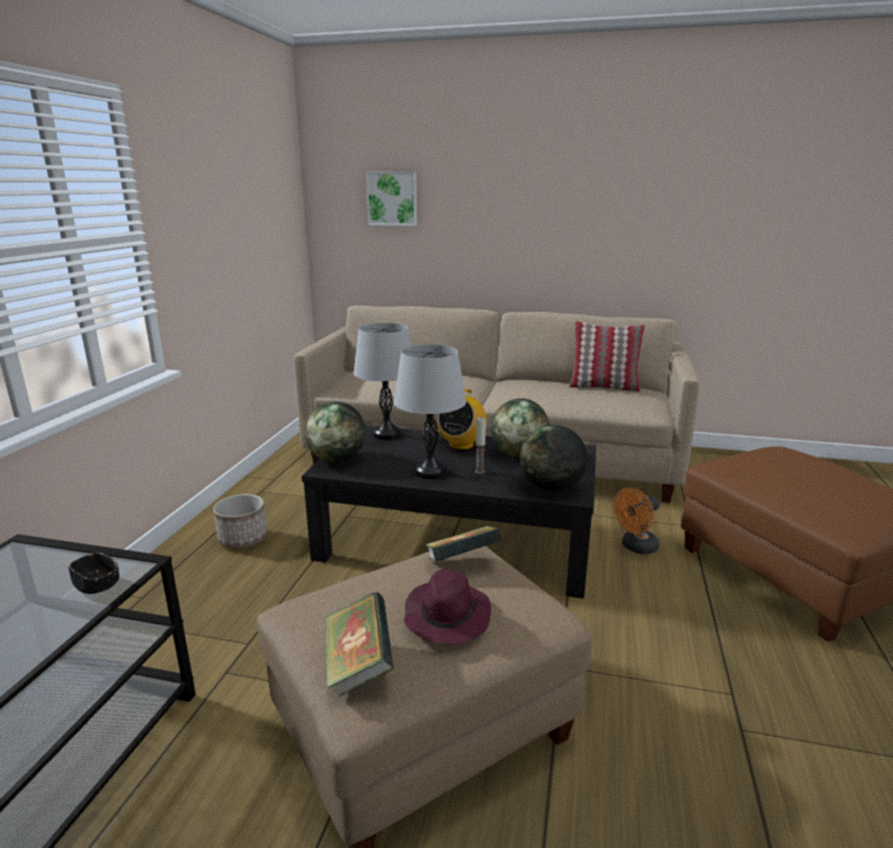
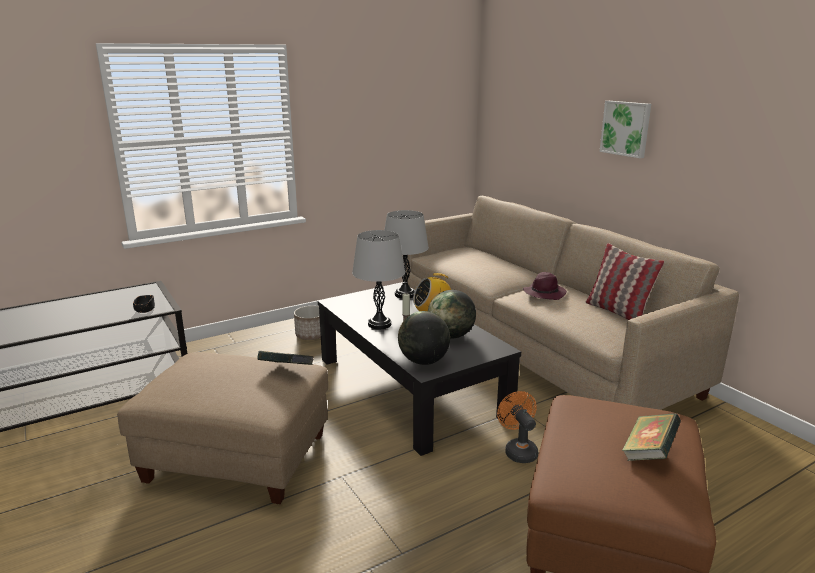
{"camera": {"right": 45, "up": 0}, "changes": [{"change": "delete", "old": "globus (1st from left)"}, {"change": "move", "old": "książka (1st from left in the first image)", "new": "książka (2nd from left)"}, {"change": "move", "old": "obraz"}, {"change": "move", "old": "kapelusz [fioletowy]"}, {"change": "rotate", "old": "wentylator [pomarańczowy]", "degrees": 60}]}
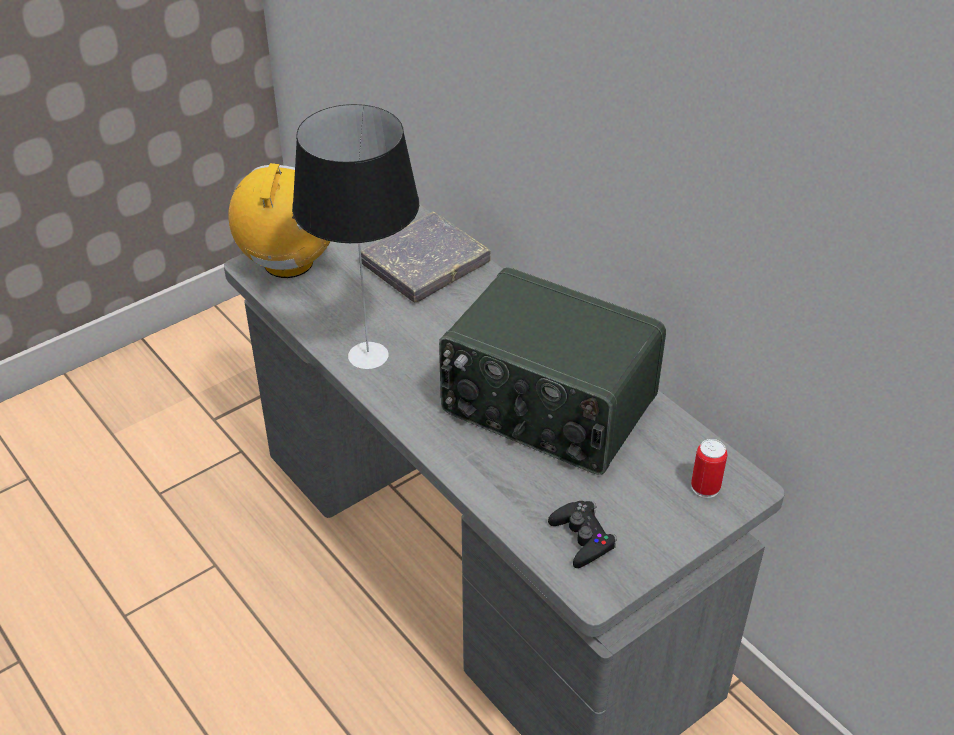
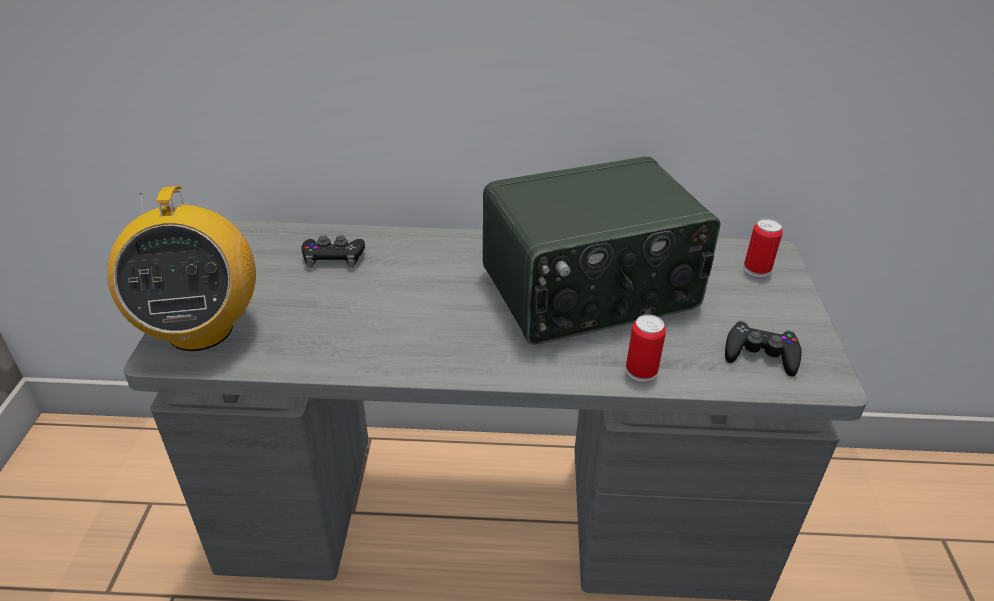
{"camera": {"right": -50, "up": -5}, "changes": [{"change": "delete", "old": "lampa stołowa"}, {"change": "insert", "new": "puszka (1st from left)"}, {"change": "replace", "old": "książka [szary]", "new": "pad do gier [czarny] (1st from left)"}, {"change": "rotate", "old": "radio (1st from left)", "degrees": -150}]}
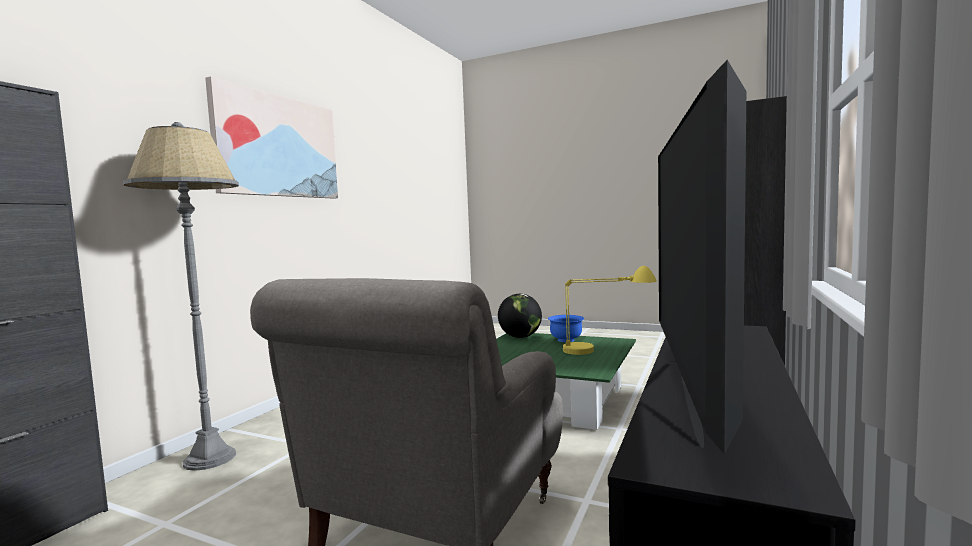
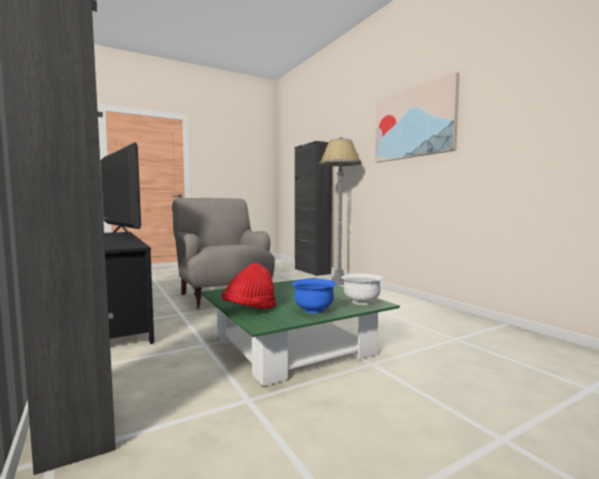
{"camera": {"right": 125, "up": 0}, "changes": [{"change": "replace", "old": "globus", "new": "miska [biały]"}, {"change": "replace", "old": "lampa stołowa [żółty]", "new": "kapelusz [czerwony]"}]}
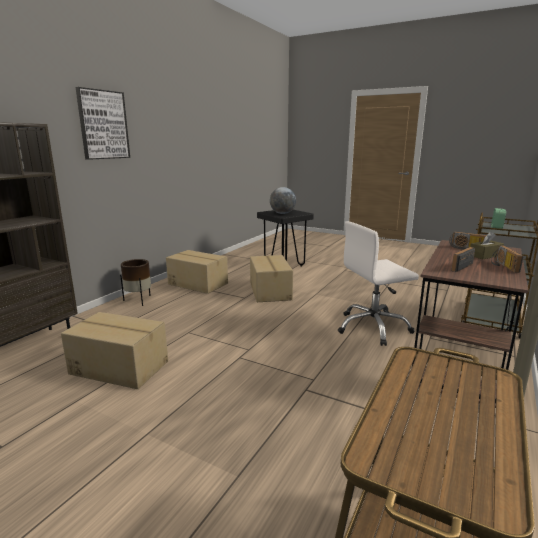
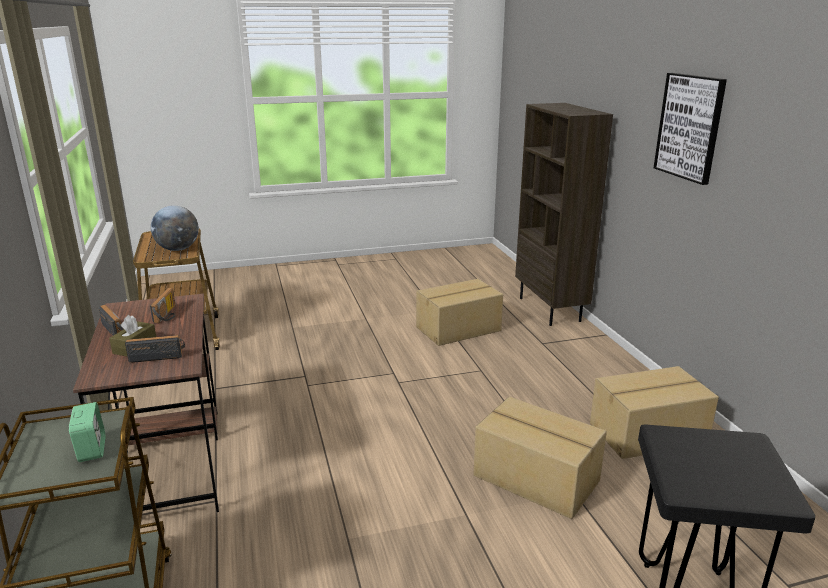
{"camera": {"right": 135, "up": 5}, "changes": [{"change": "delete", "old": "donica [brązowy]"}, {"change": "delete", "old": "krzesło biurowe [biały]"}, {"change": "move", "old": "globus"}]}
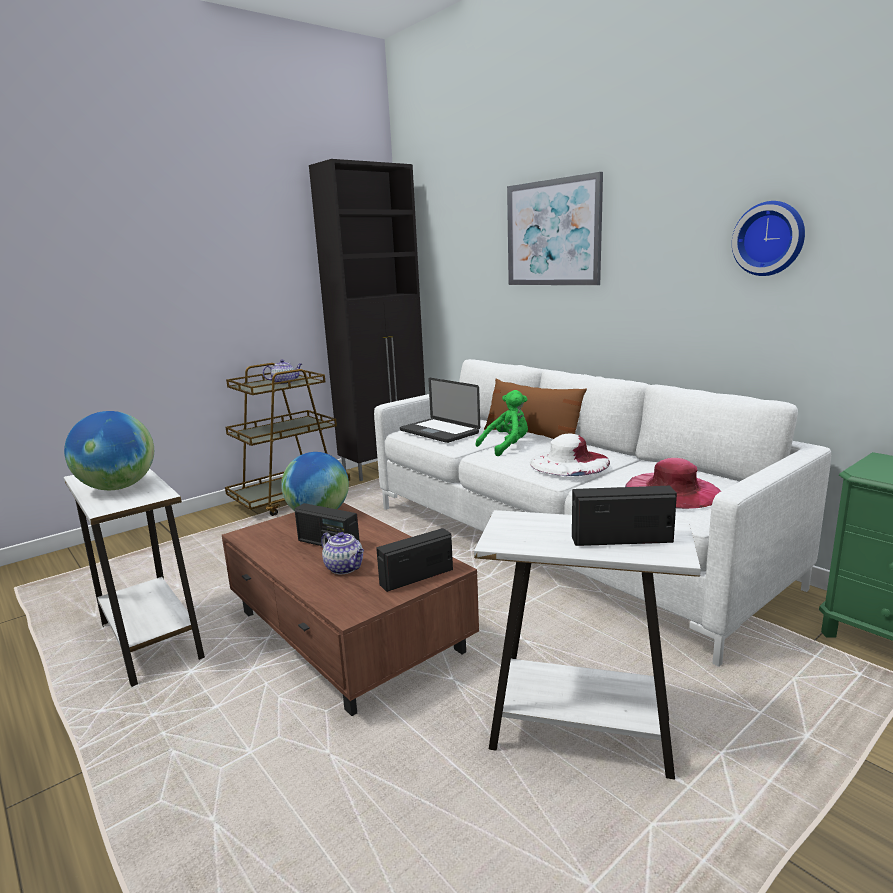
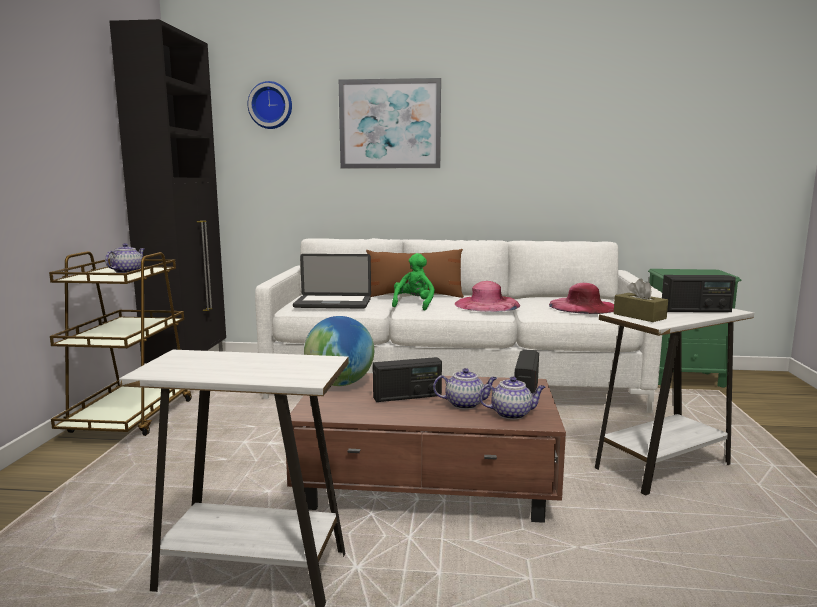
{"camera": {"right": -45, "up": -5}, "changes": [{"change": "delete", "old": "globus (1st from left)"}, {"change": "insert", "new": "imbryk (3rd from left)"}, {"change": "insert", "new": "pudełko chusteczek [brązowy]"}, {"change": "move", "old": "zegar ścienny"}, {"change": "recolor", "old": "kapelusz [biały]", "new": "kapelusz [różowy] (1st from left)"}, {"change": "rotate", "old": "radio (3rd from left)", "degrees": -135}]}
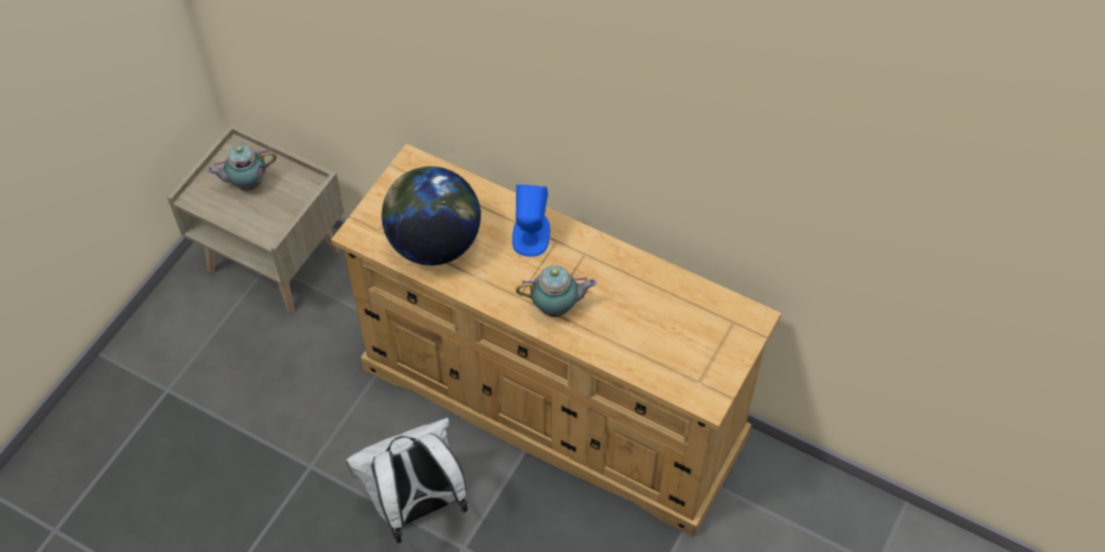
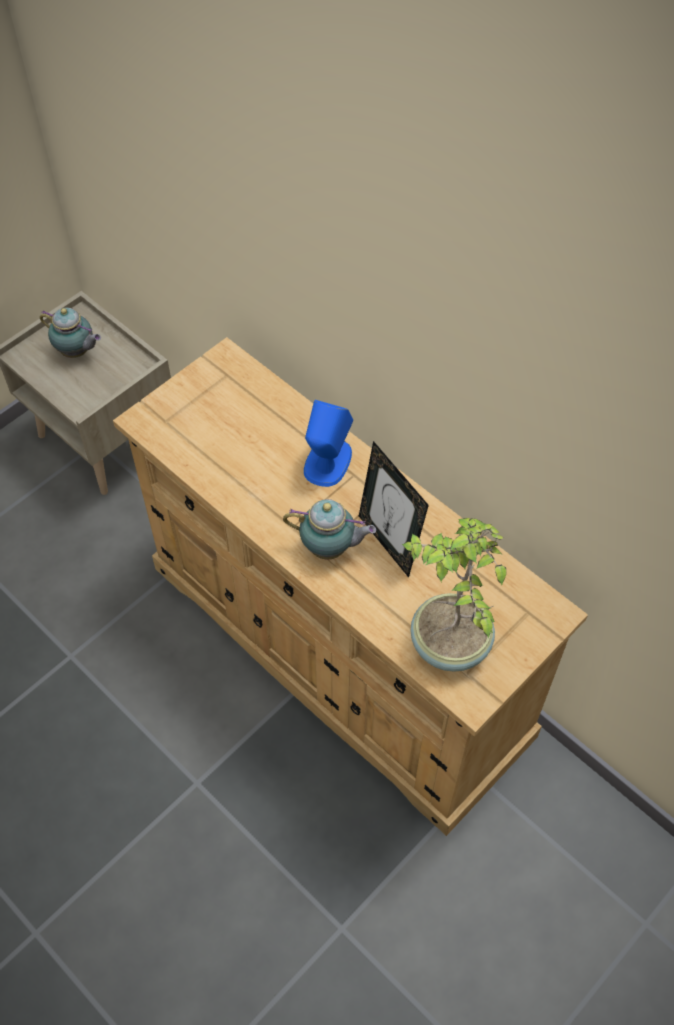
{"camera": {"right": 15, "up": 0}, "changes": [{"change": "delete", "old": "plecak [biały]"}, {"change": "delete", "old": "globus"}, {"change": "insert", "new": "ramka na zdjęcie"}, {"change": "insert", "new": "roślina doniczkowa"}, {"change": "rotate", "old": "imbryk (1st from left)", "degrees": -150}]}
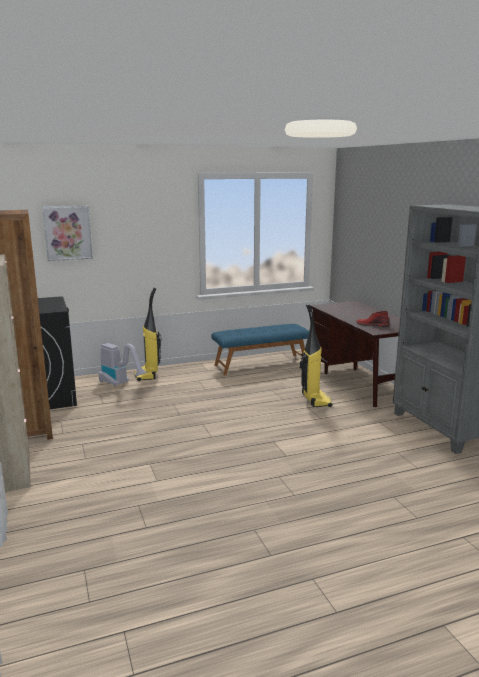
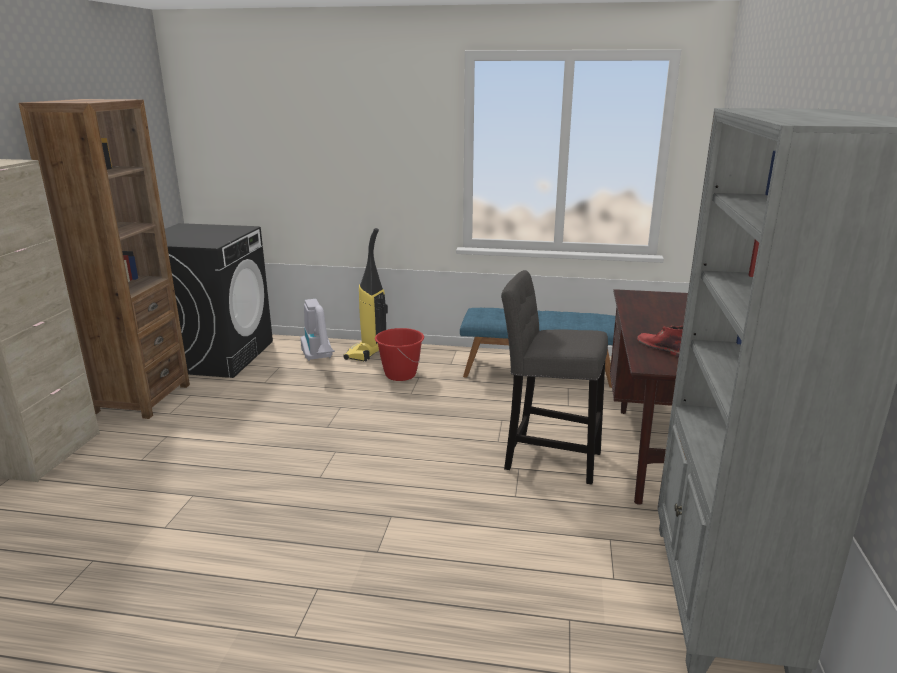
{"camera": {"right": 30, "up": 5}, "changes": [{"change": "delete", "old": "obraz"}, {"change": "insert", "new": "wiadro [czerwony]"}, {"change": "replace", "old": "odkurzacz (3rd from left)", "new": "stołek [szary]"}]}
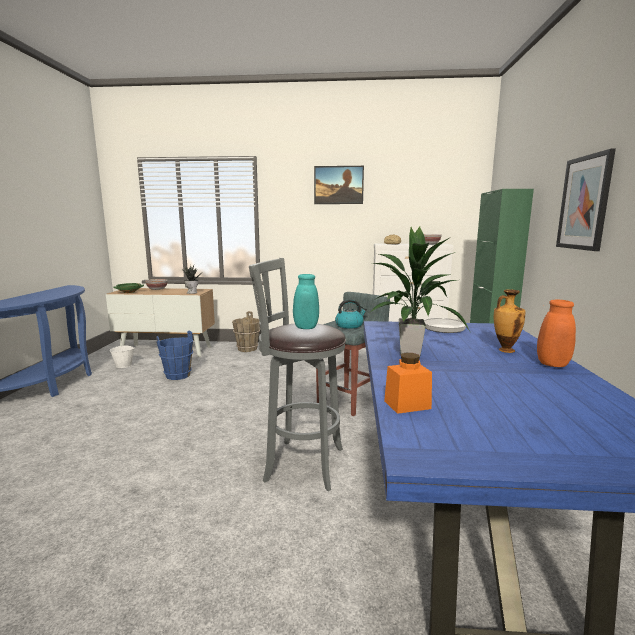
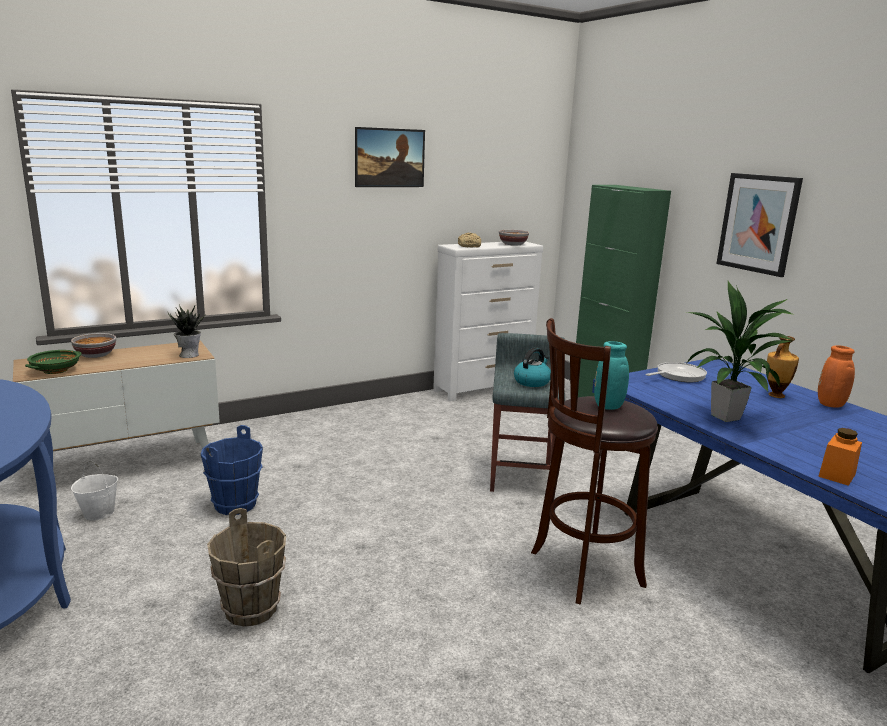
{"camera": {"right": -35, "up": 5}, "changes": [{"change": "move", "old": "wiadro [brązowy]"}, {"change": "recolor", "old": "stołek [szary] (1st from left)", "new": "stołek [brązowy]"}]}
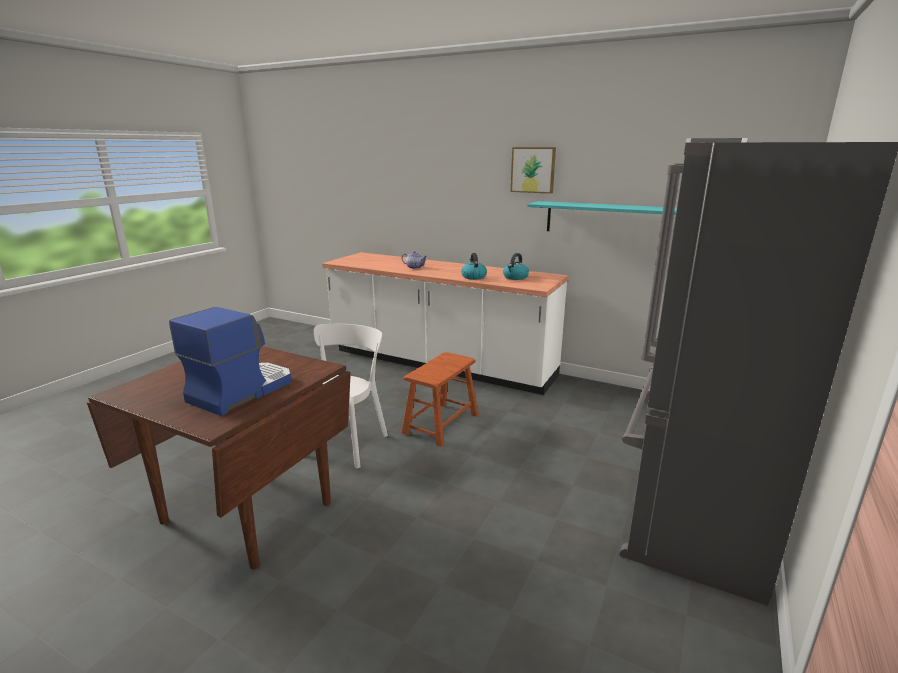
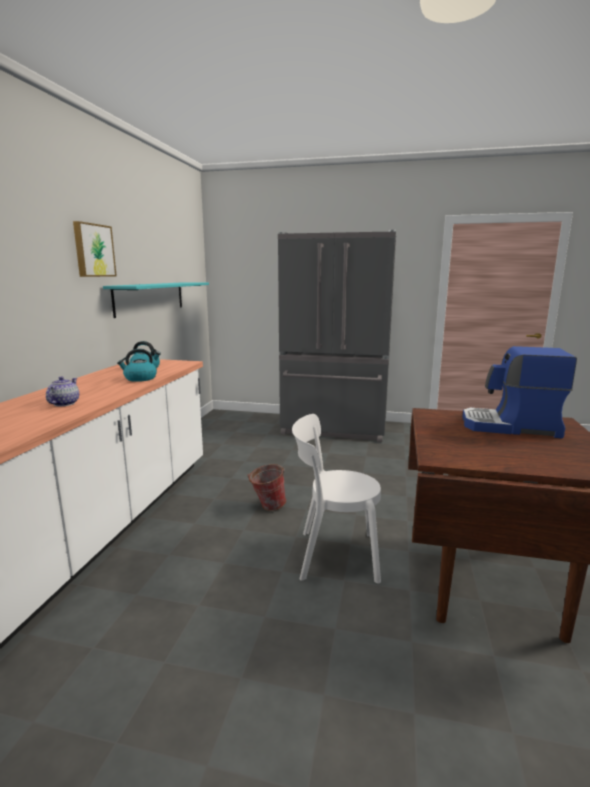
{"camera": {"right": -105, "up": -5}, "changes": [{"change": "replace", "old": "stołek [brązowy]", "new": "wiadro"}]}
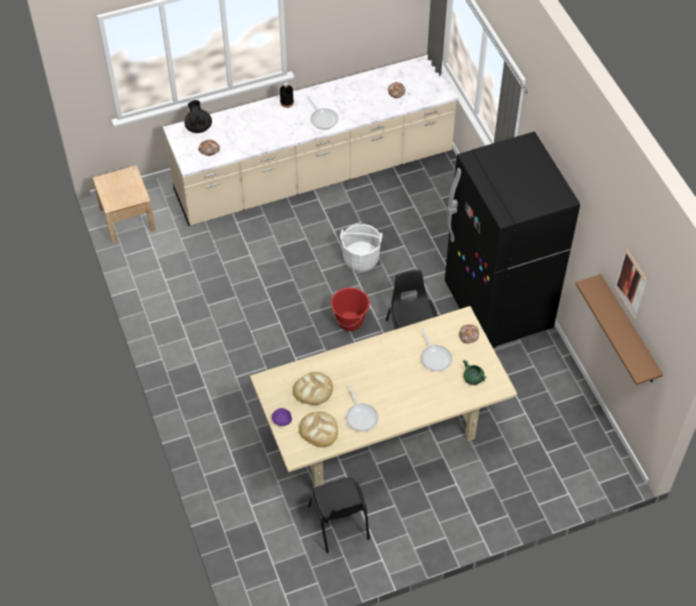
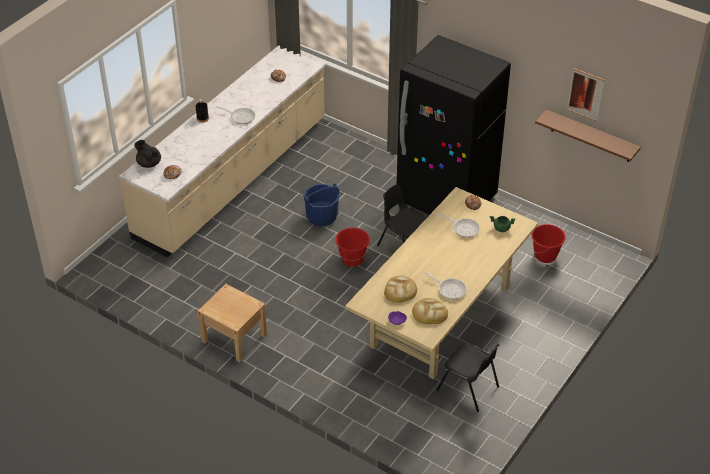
{"camera": {"right": -35, "up": -10}, "changes": [{"change": "insert", "new": "wiadro [czerwony] (2nd from left)"}, {"change": "move", "old": "szafka nocna [beżowy]"}, {"change": "recolor", "old": "wiadro [biały]", "new": "wiadro [niebieski]"}]}
